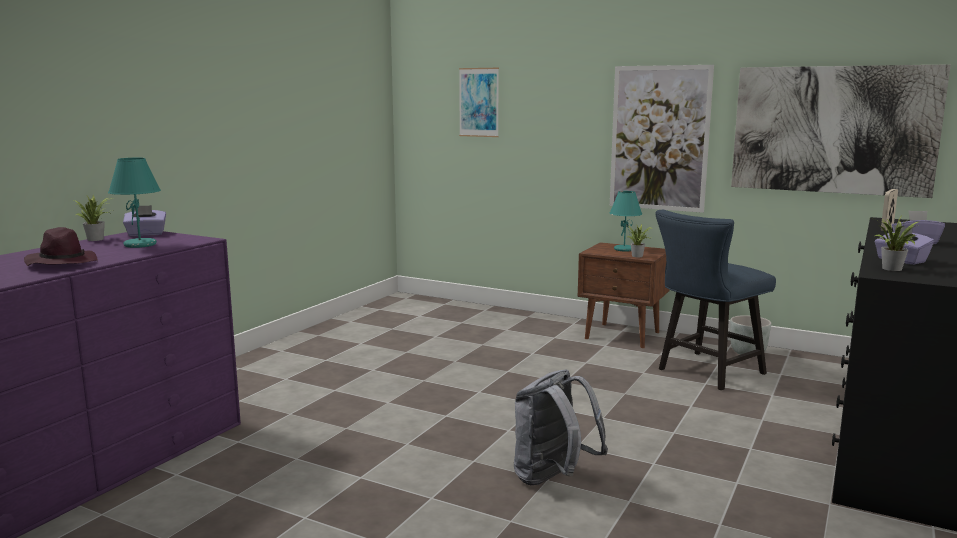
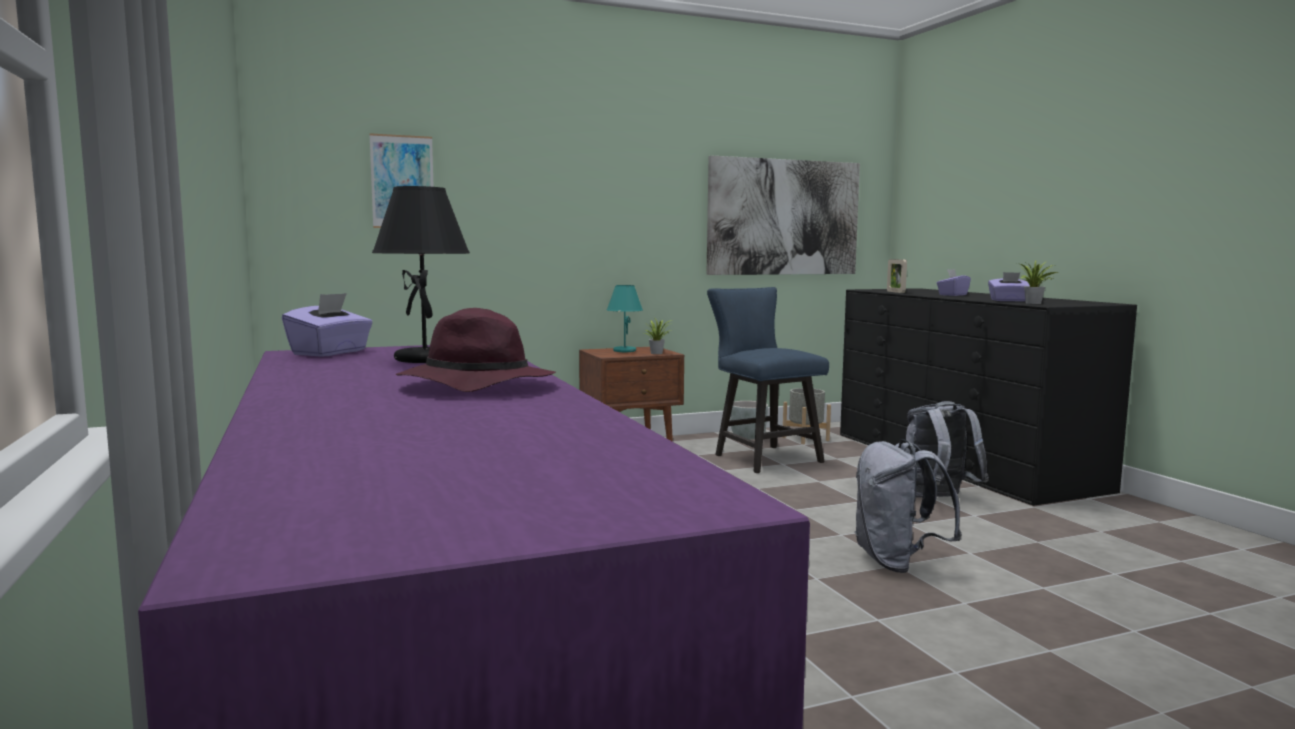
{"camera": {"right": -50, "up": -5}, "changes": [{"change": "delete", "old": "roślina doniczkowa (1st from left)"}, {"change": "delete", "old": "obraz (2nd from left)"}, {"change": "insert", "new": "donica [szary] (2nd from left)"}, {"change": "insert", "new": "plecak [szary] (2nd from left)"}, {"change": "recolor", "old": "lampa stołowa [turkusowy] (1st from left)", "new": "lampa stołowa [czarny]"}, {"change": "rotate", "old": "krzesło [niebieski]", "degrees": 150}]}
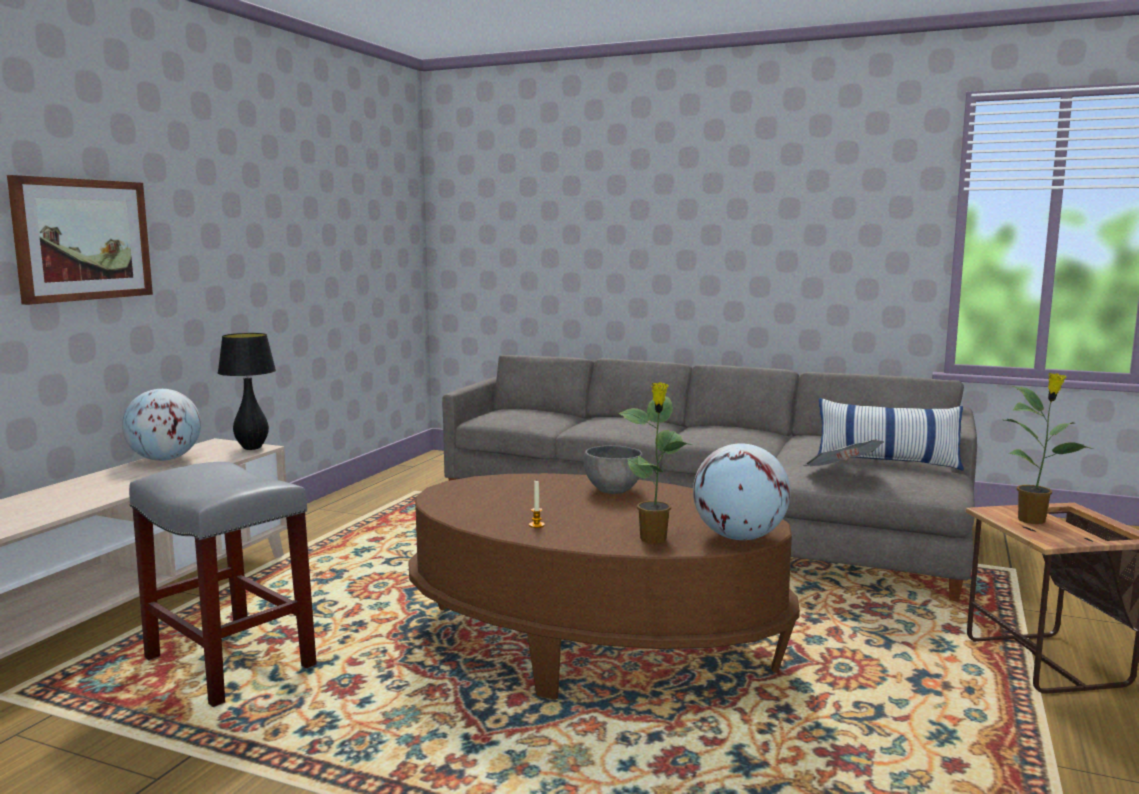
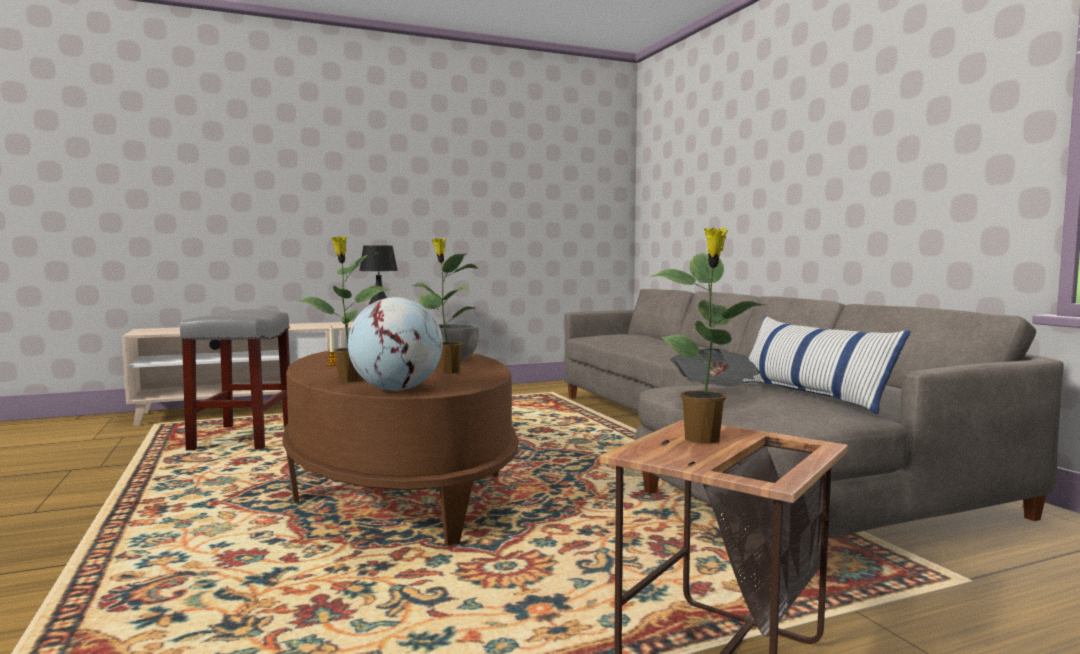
{"camera": {"right": 45, "up": -5}, "changes": [{"change": "delete", "old": "obraz"}, {"change": "delete", "old": "globus (1st from left)"}, {"change": "insert", "new": "roślina doniczkowa (2nd from left)"}]}
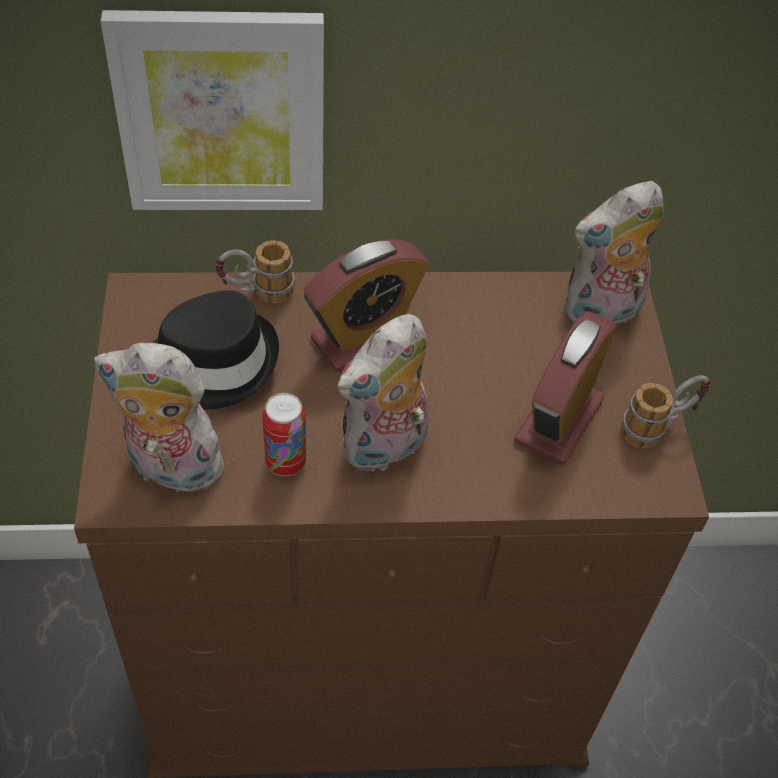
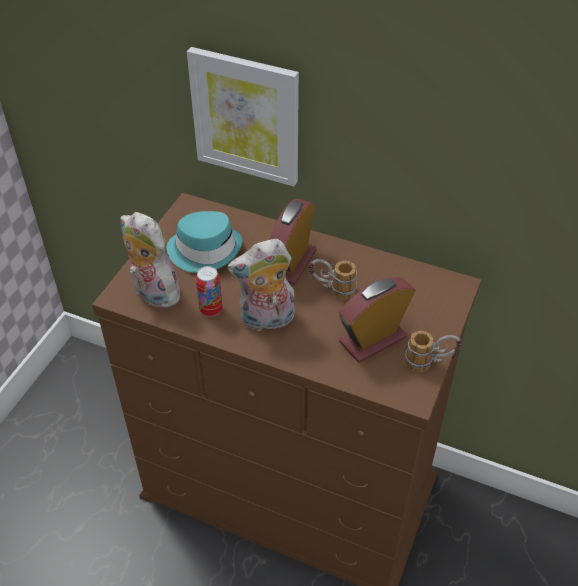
{"camera": {"right": 30, "up": -5}, "changes": [{"change": "delete", "old": "pluszak (3rd from left)"}, {"change": "move", "old": "kubek (1st from left)"}, {"change": "recolor", "old": "kapelusz [czarny]", "new": "kapelusz [turkusowy]"}, {"change": "rotate", "old": "budzik (1st from left)", "degrees": 120}]}
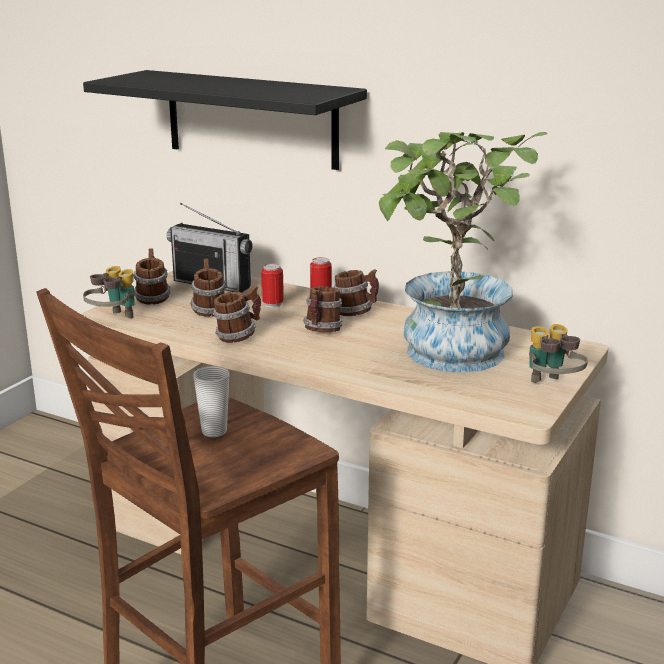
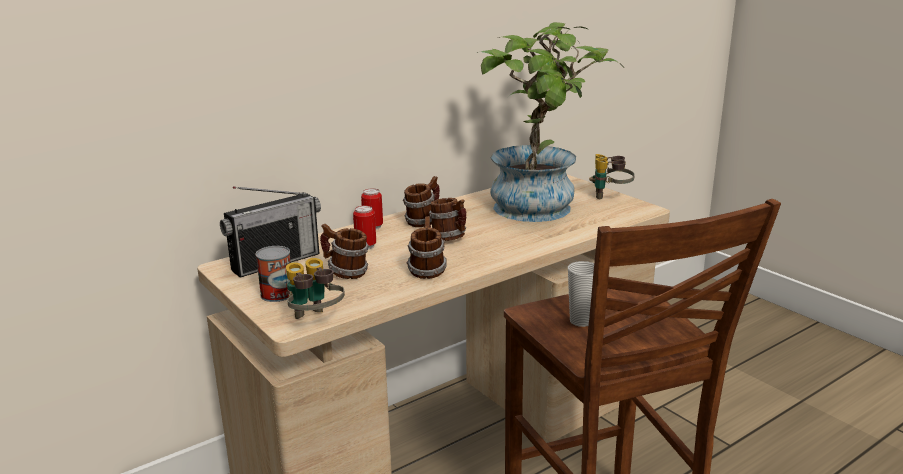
{"camera": {"right": -65, "up": 0}, "changes": [{"change": "delete", "old": "półka [czarny]"}, {"change": "replace", "old": "kubek (1st from left)", "new": "puszka (1st from left)"}]}
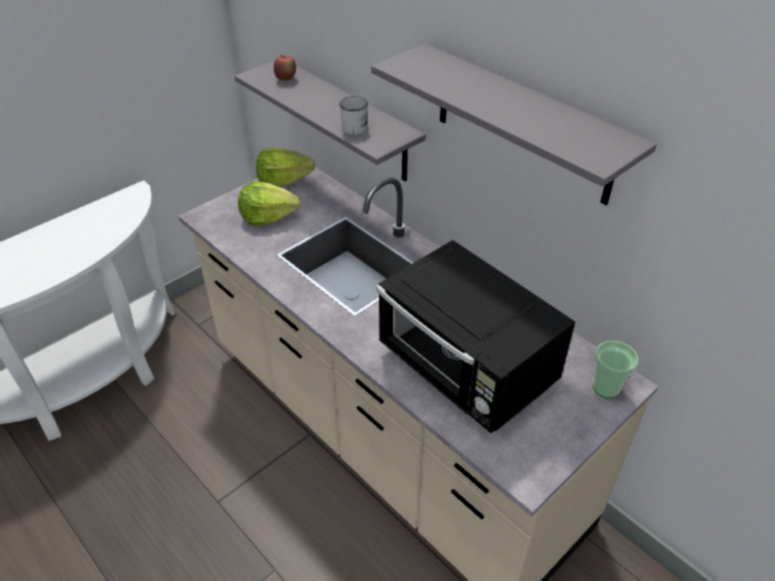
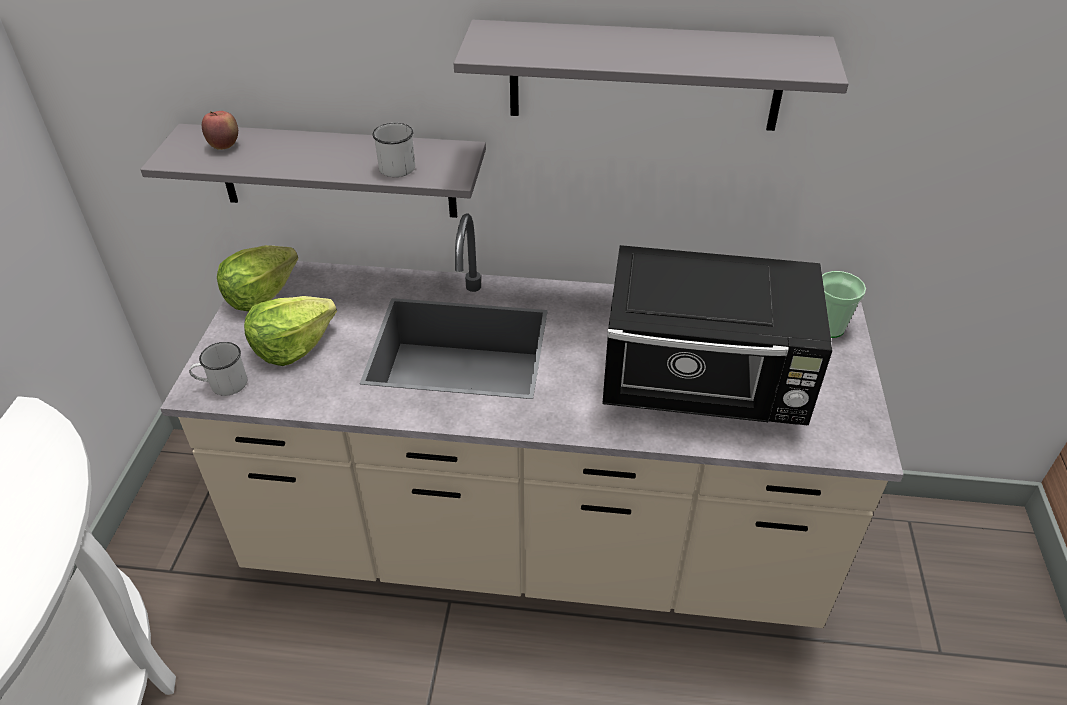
{"camera": {"right": -40, "up": 0}, "changes": [{"change": "insert", "new": "kubek [biały] (1st from left)"}]}
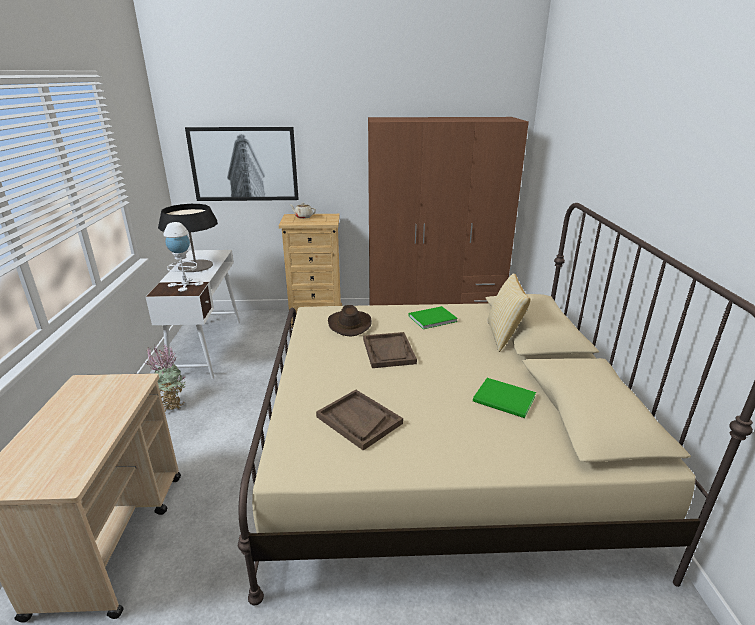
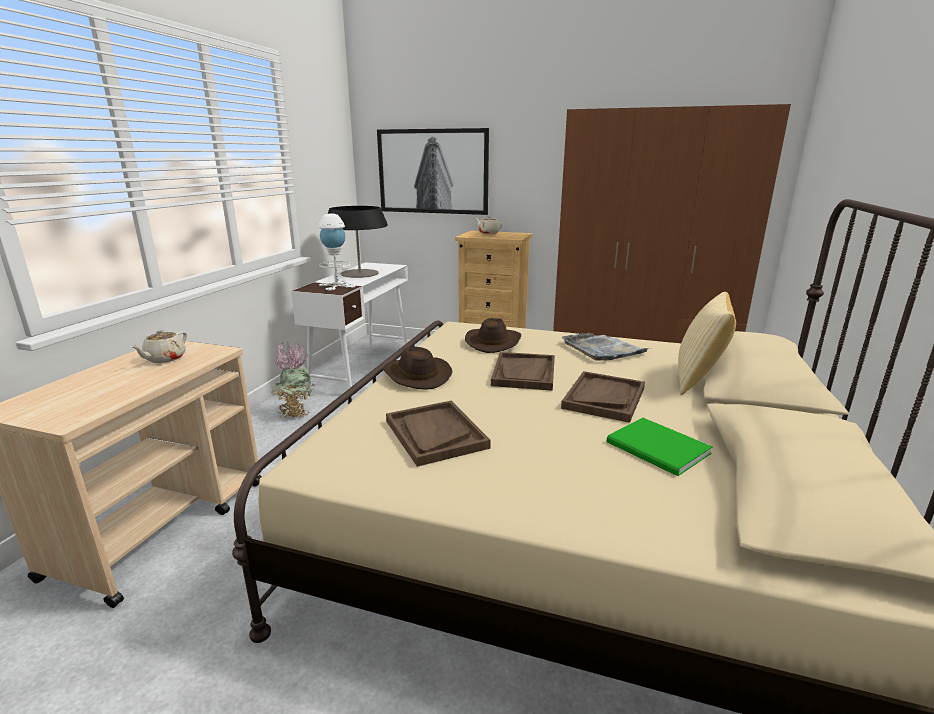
{"camera": {"right": 20, "up": -5}, "changes": [{"change": "insert", "new": "imbryk [beżowy] (1st from left)"}, {"change": "insert", "new": "kapelusz [brązowy] (1st from left)"}, {"change": "insert", "new": "taca [brązowy] (3rd from left)"}, {"change": "replace", "old": "książka [zielony] (1st from left)", "new": "taca [szary]"}]}
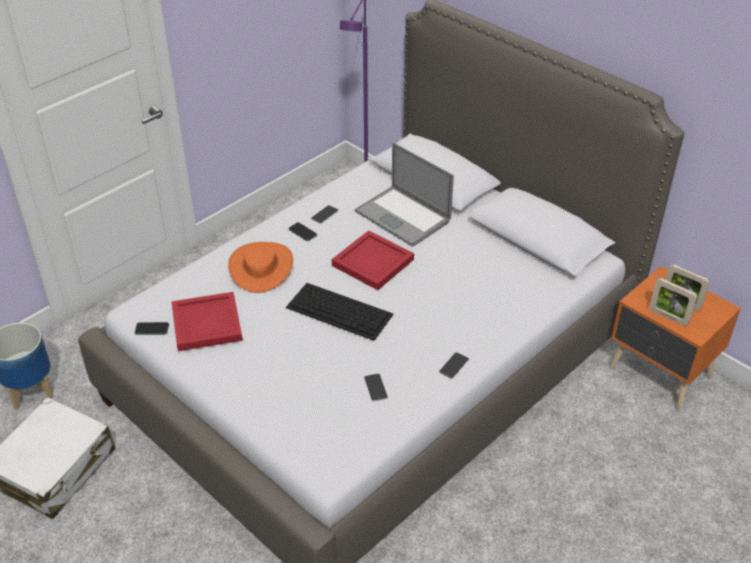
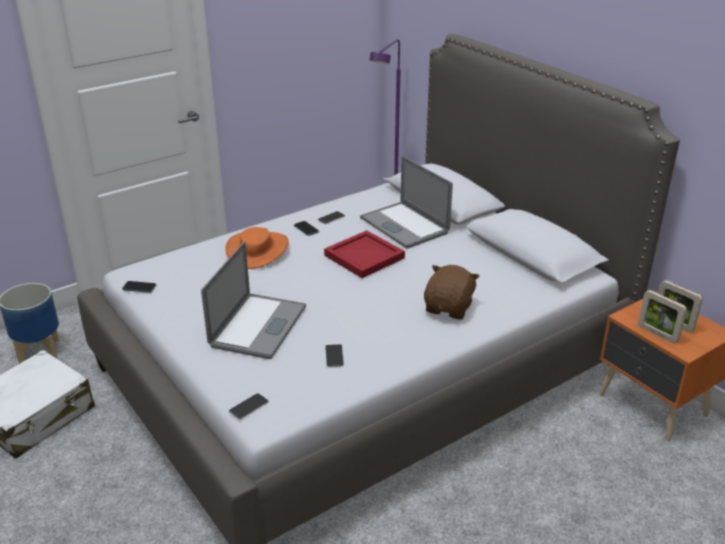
{"camera": {"right": 10, "up": -10}, "changes": [{"change": "delete", "old": "taca [czerwony] (1st from left)"}, {"change": "delete", "old": "klawiatura"}, {"change": "insert", "new": "laptop (1st from left)"}, {"change": "insert", "new": "pluszak [brązowy]"}, {"change": "move", "old": "telefon (5th from left in the first image)", "new": "telefon (2nd from left)"}]}
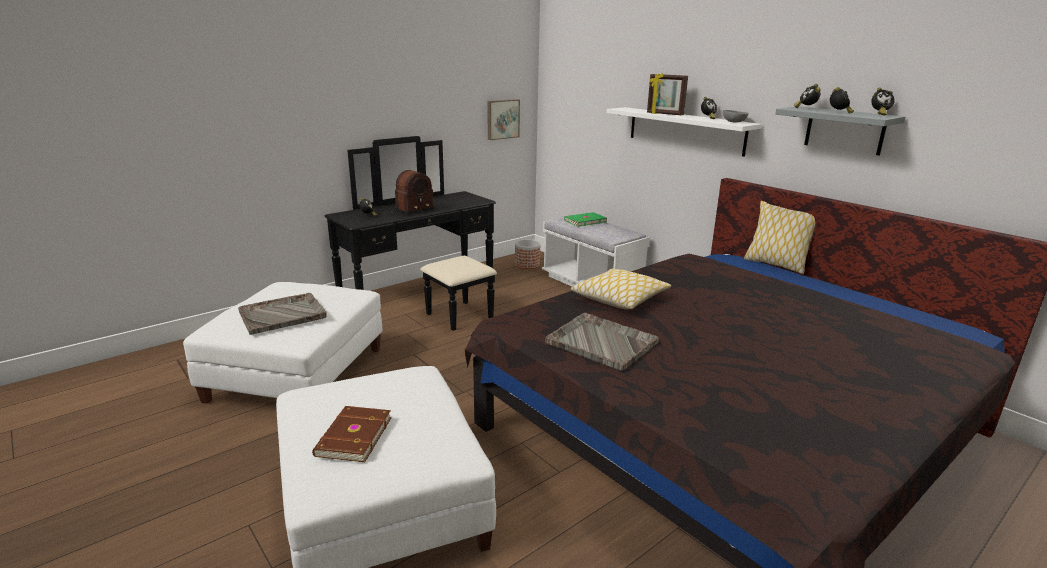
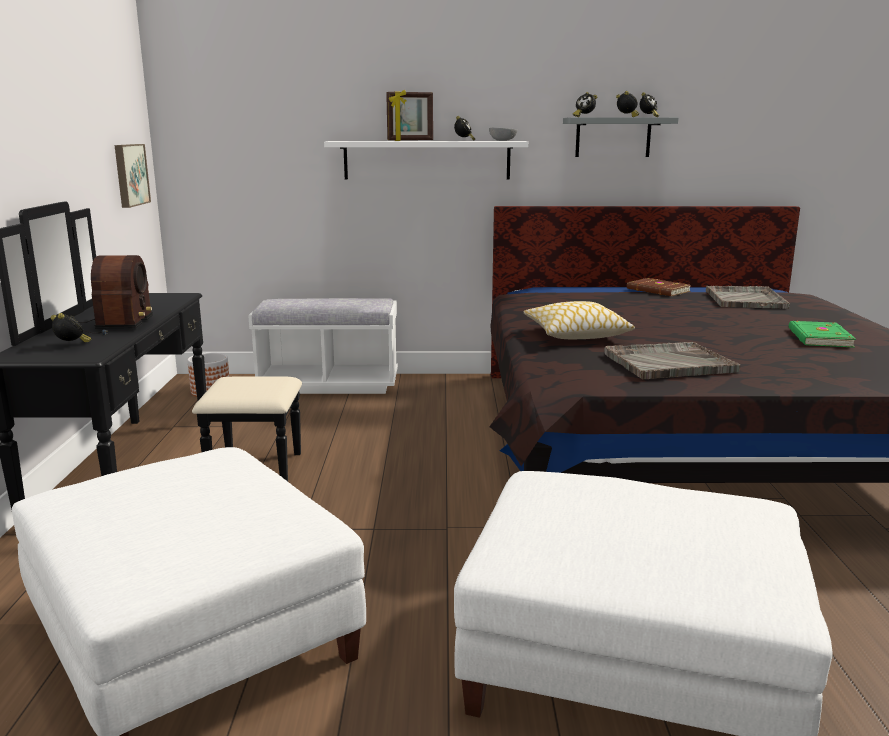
{"camera": {"right": -50, "up": -5}, "changes": [{"change": "delete", "old": "poduszka (2nd from left)"}, {"change": "move", "old": "taca [szary] (1st from left in the first image)", "new": "taca [szary] (2nd from left)"}, {"change": "move", "old": "książka [brązowy]"}, {"change": "move", "old": "książka [zielony]"}]}
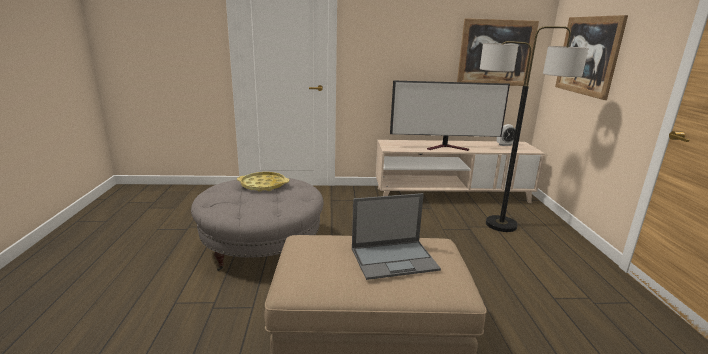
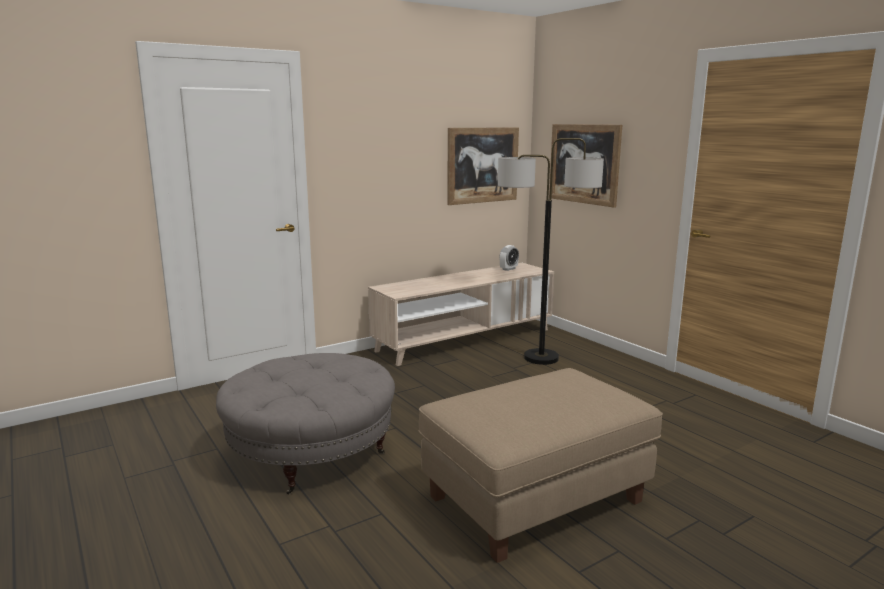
{"camera": {"right": -30, "up": -5}, "changes": [{"change": "delete", "old": "taca [żółty]"}, {"change": "delete", "old": "laptop"}, {"change": "delete", "old": "telewizor"}]}
